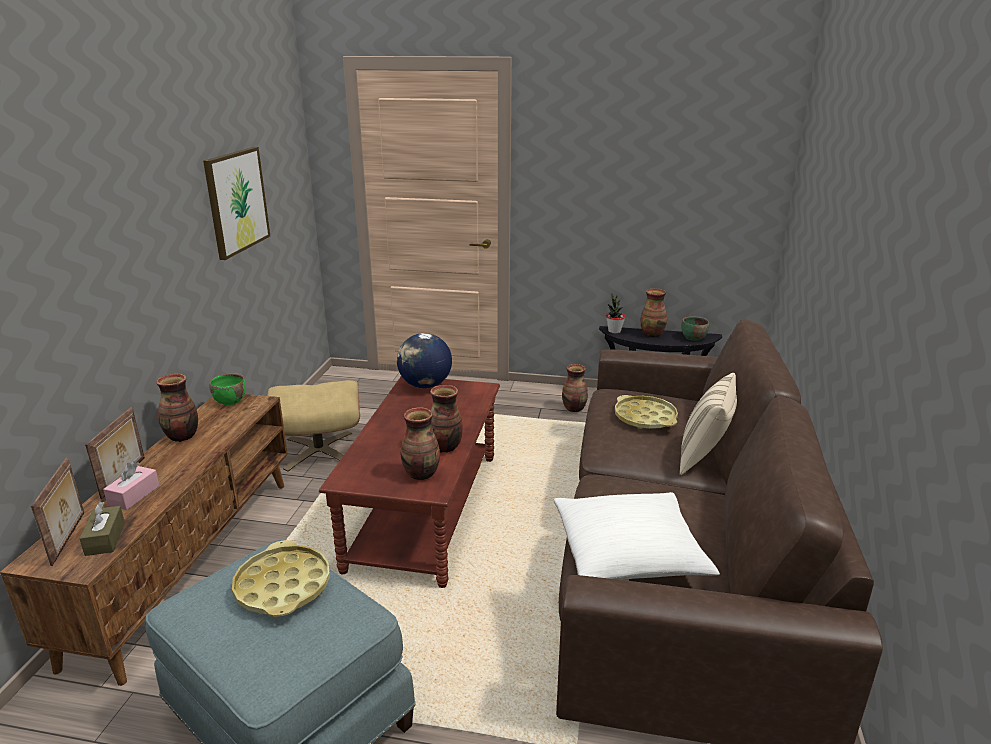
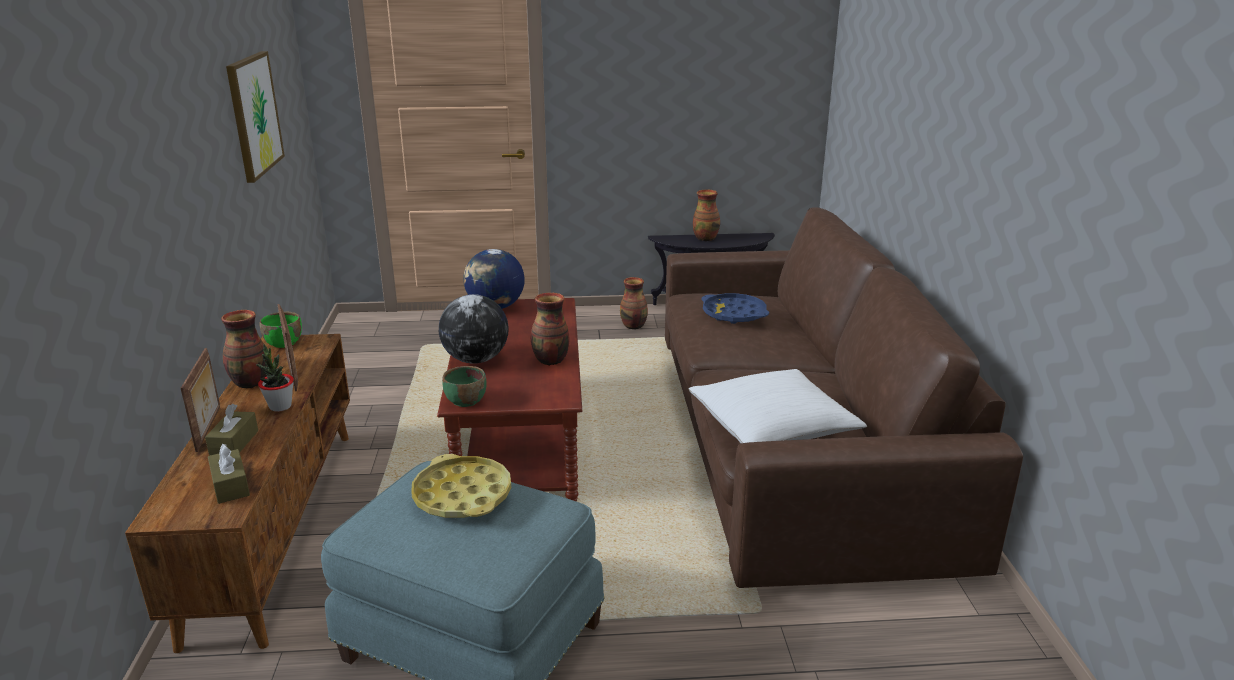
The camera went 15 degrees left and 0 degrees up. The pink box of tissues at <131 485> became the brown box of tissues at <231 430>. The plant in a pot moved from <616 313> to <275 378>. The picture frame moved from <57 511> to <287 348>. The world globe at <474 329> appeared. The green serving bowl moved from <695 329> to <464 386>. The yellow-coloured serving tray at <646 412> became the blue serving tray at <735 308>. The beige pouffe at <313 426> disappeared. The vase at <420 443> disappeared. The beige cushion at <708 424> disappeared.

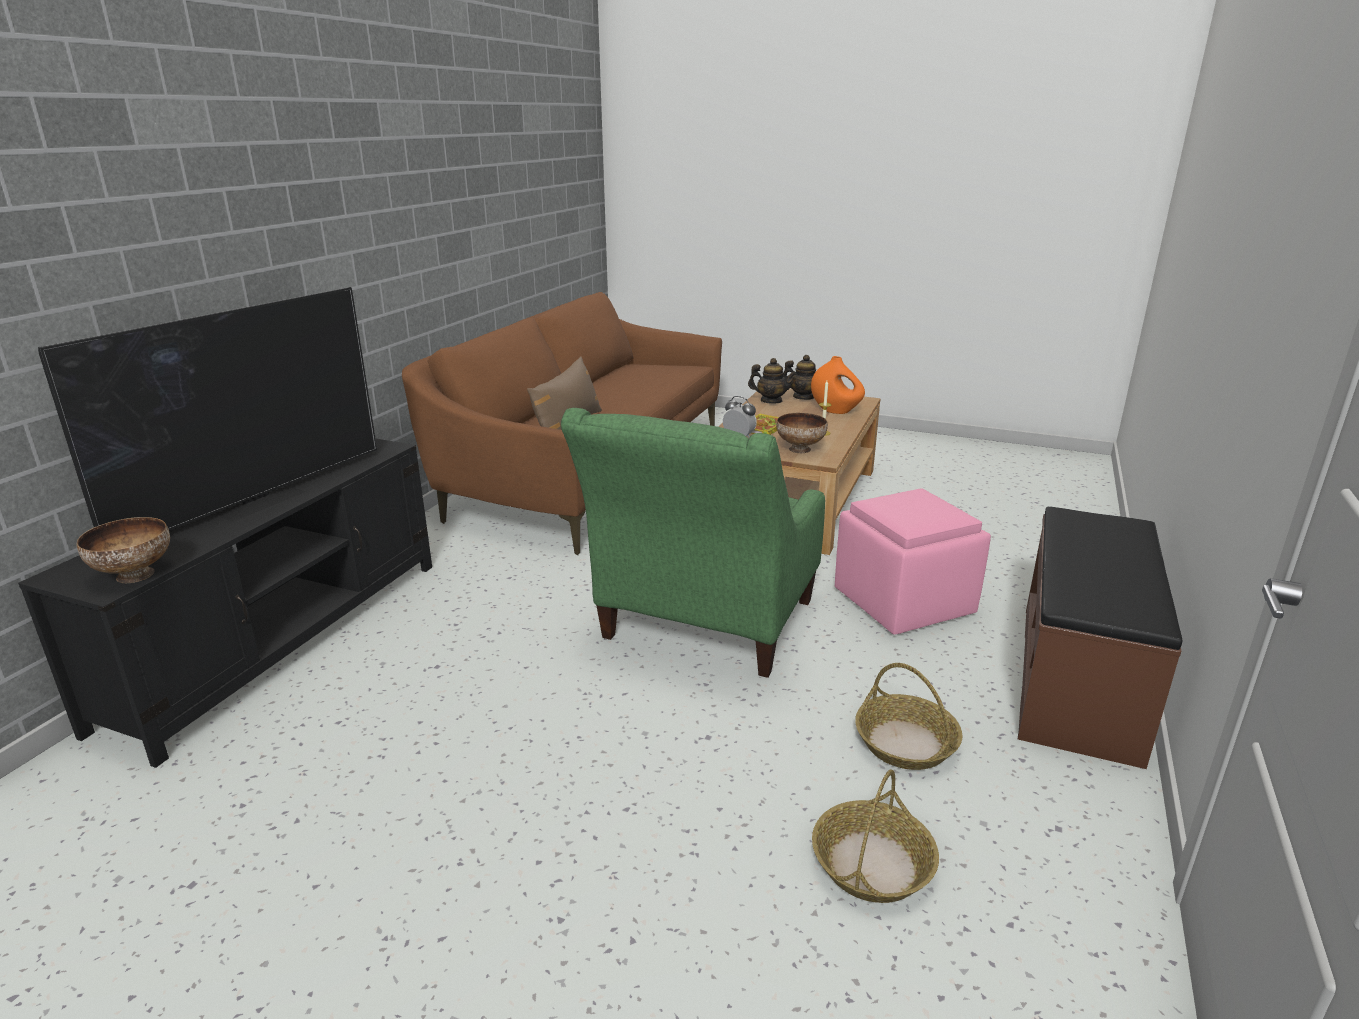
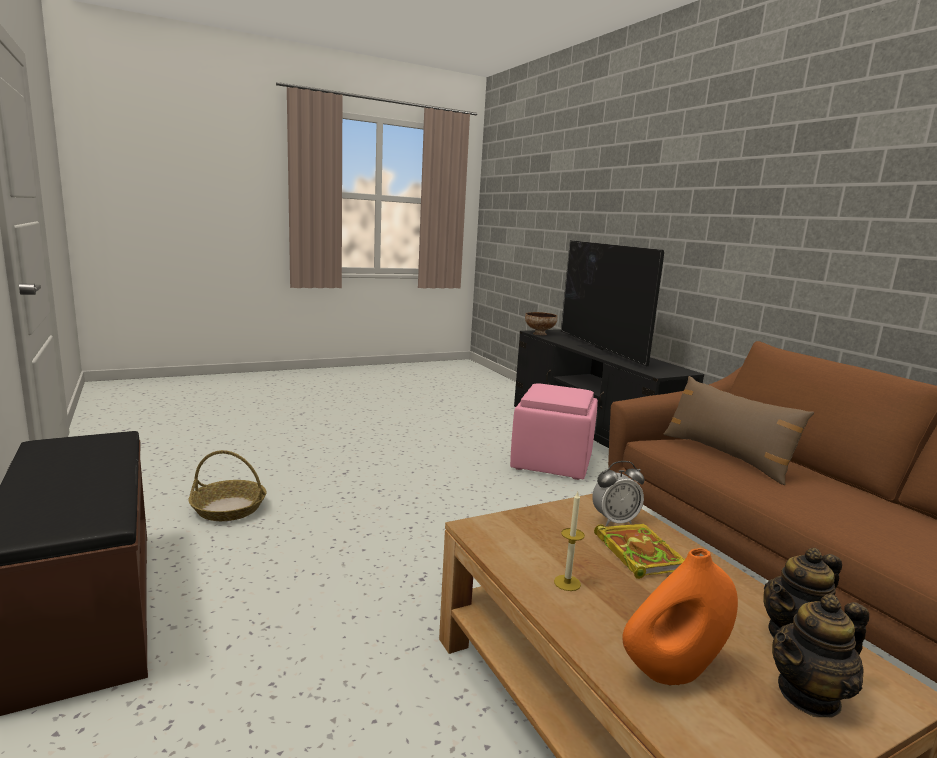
The camera went 130 degrees right and 10 degrees down. The pink pouffe moved from <913 561> to <554 431>. The green easy chair at <693 543> disappeared. The serving bowl at <802 433> disappeared. The storage basket at <875 836> disappeared.

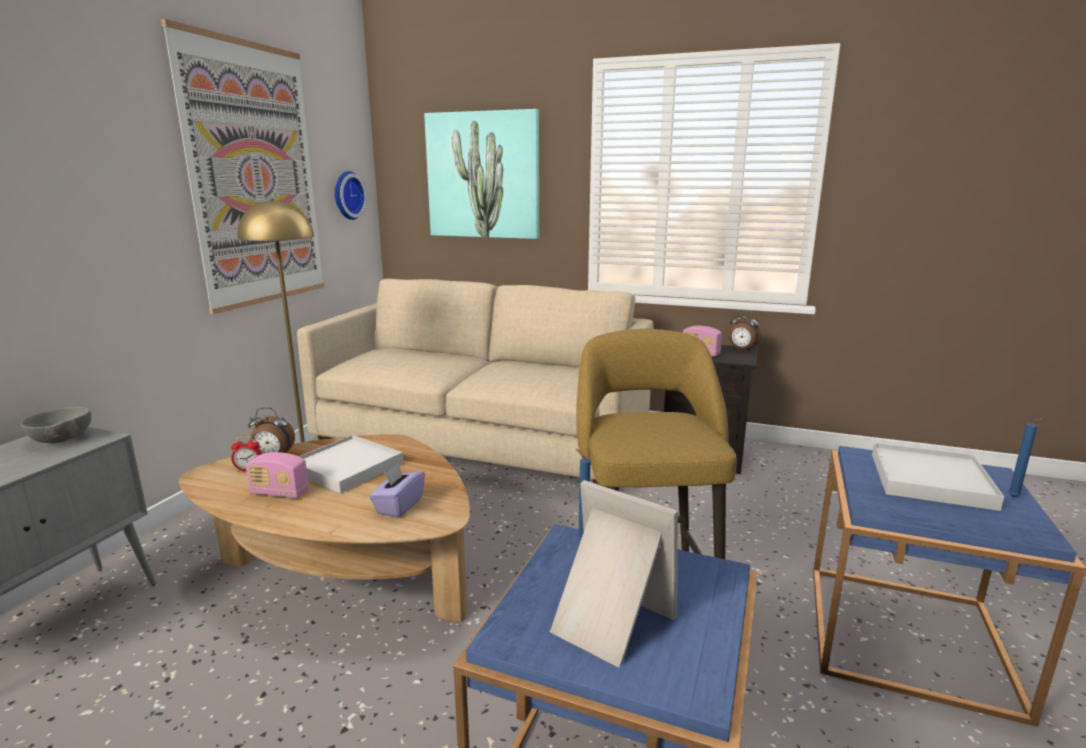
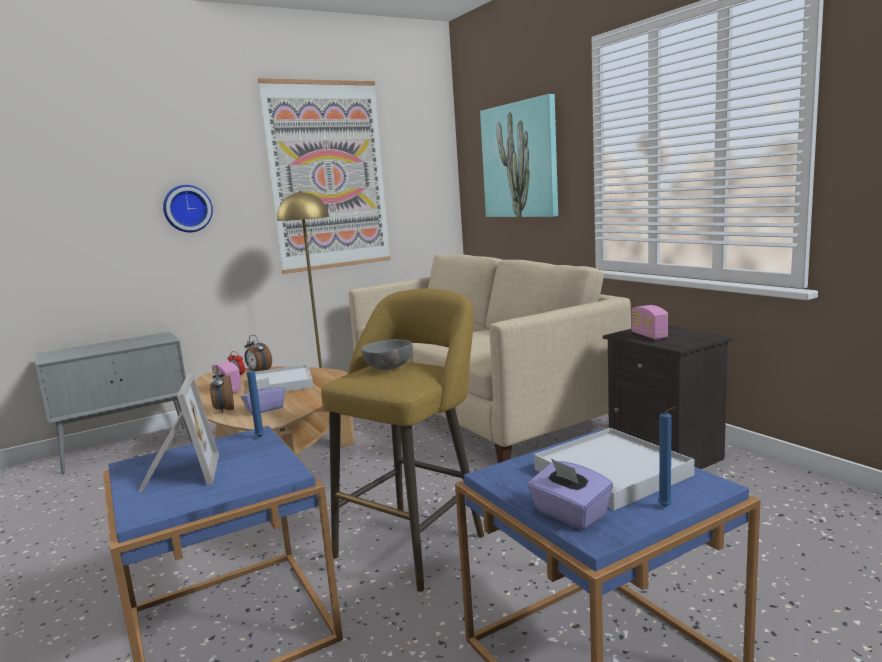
The camera went 40 degrees right and 5 degrees down. The clock on the wall moved from <351 195> to <188 208>. The table clock moved from <745 330> to <222 389>. The gray serving bowl moved from <56 425> to <387 354>. The purplish box of tissues at <570 494> appeared.

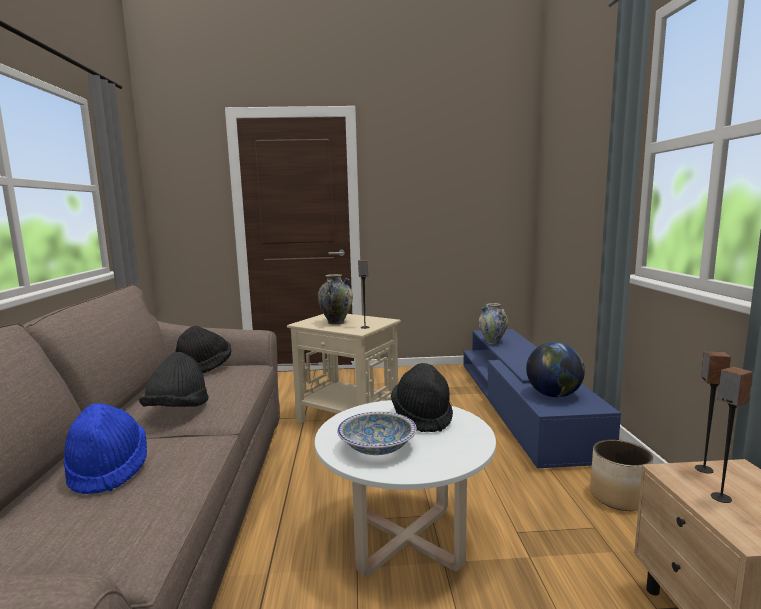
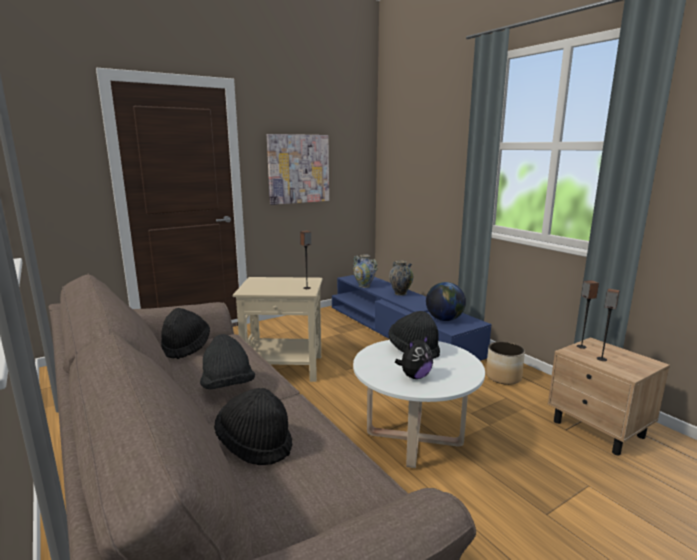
The camera went 30 degrees left and 5 degrees up. The blue hat at <105 448> became the black hat at <253 426>. The wall art at <298 169> appeared. The vase moved from <335 299> to <401 278>. The serving bowl at <377 433> was replaced by the plush toy at <414 357>.

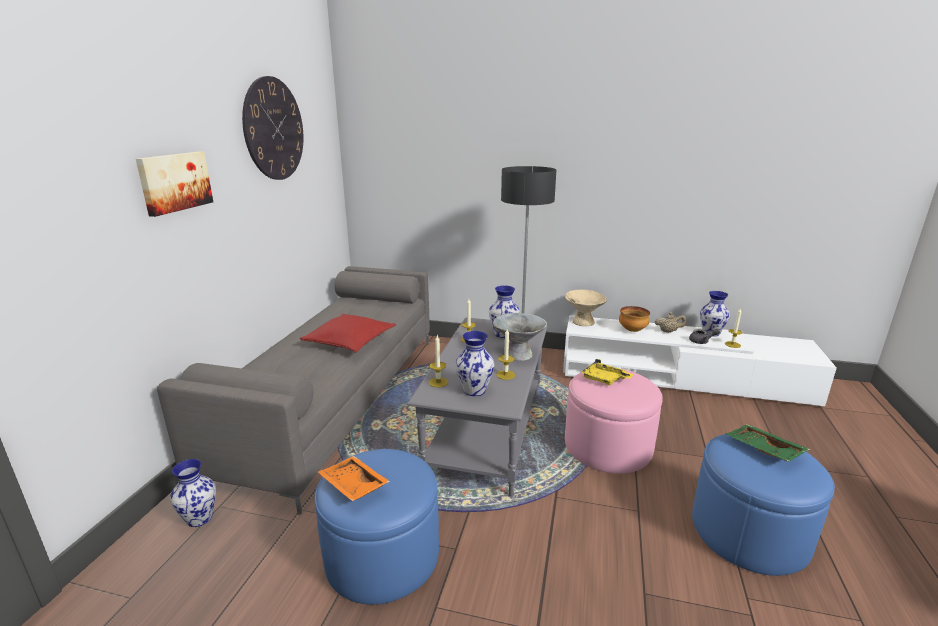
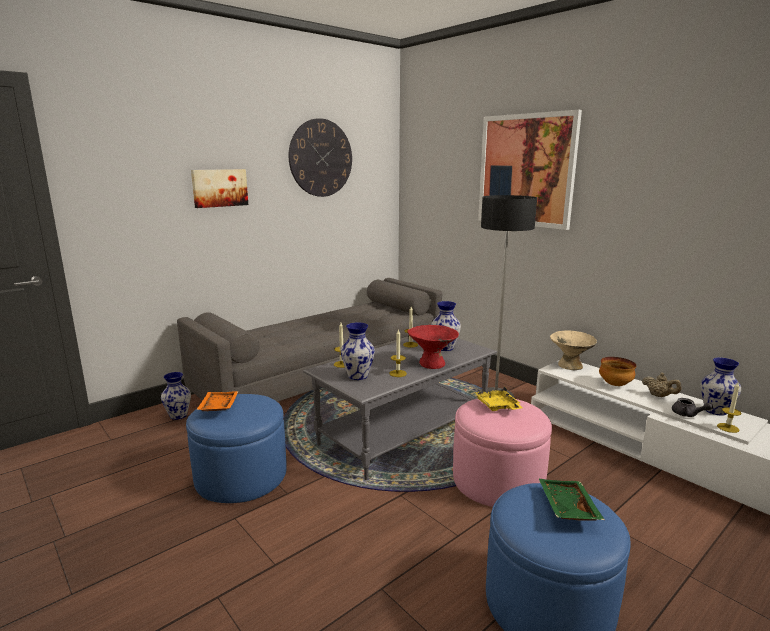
The camera went 35 degrees right and 5 degrees down. The gray serving bowl at <520 337> became the reddish serving bowl at <433 347>. The wall art at <530 170> appeared. The reddish cushion at <348 333> disappeared.

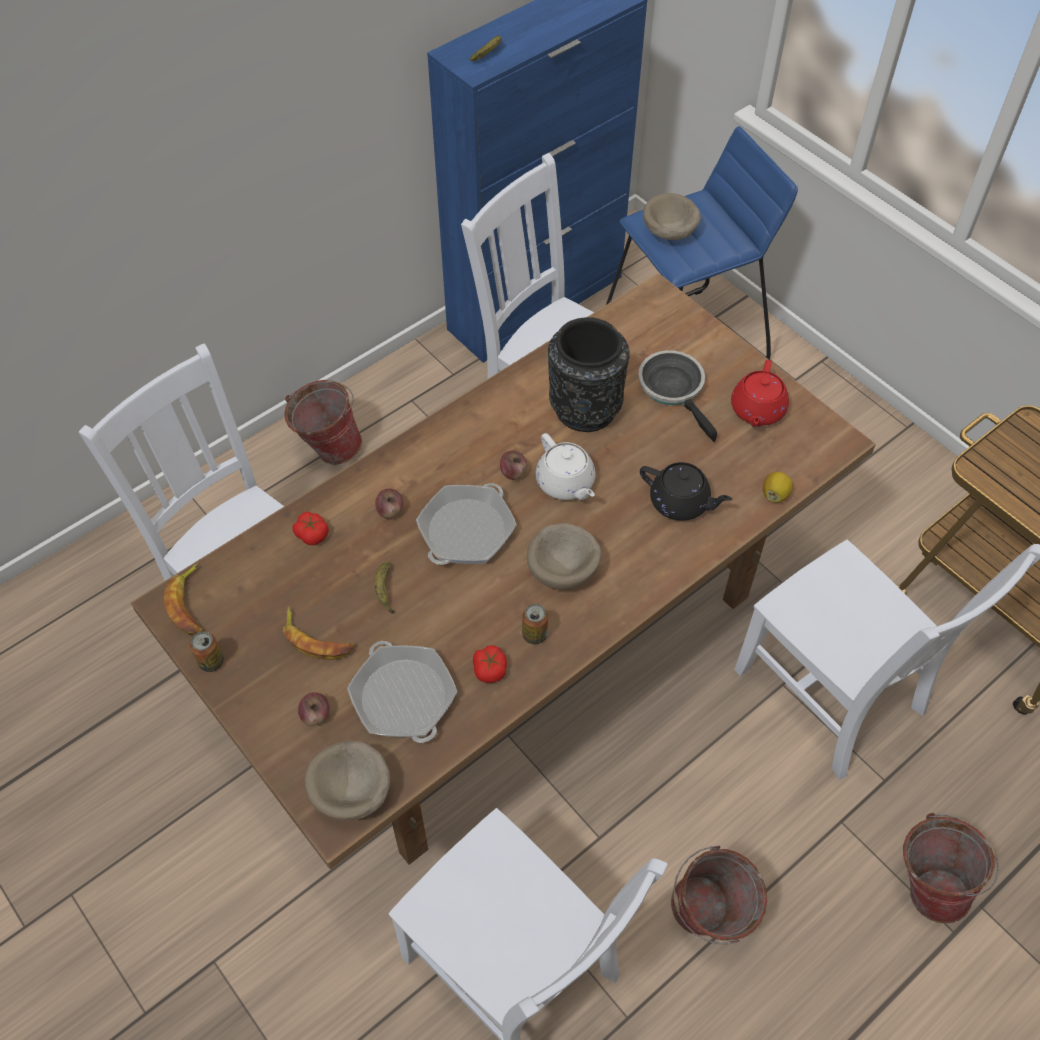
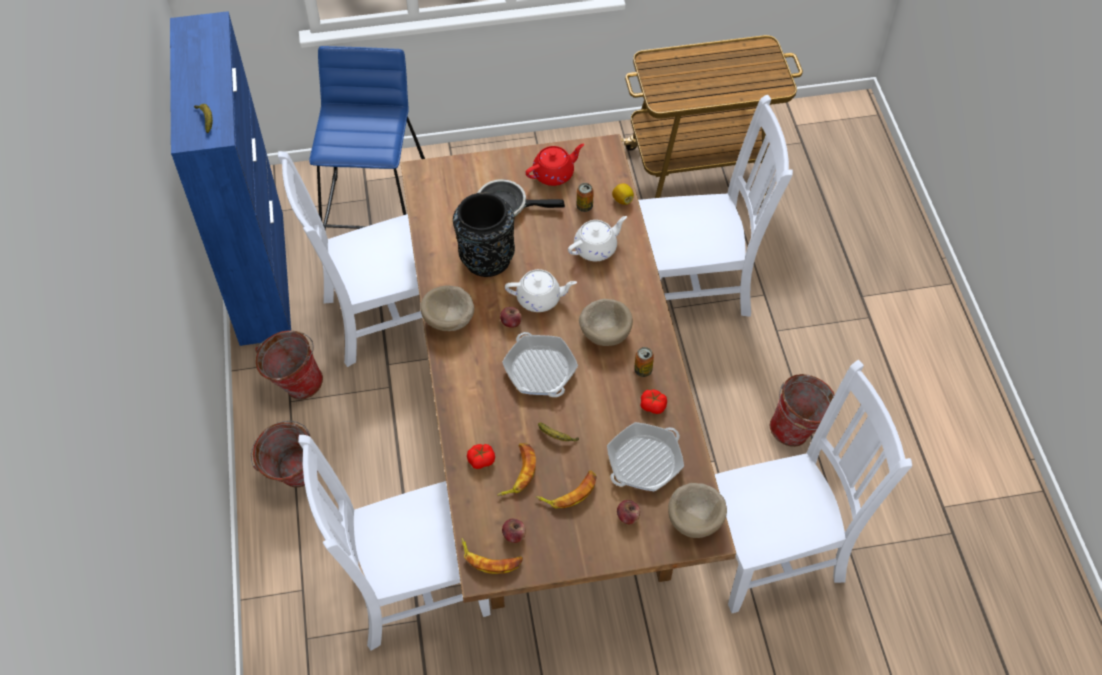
The camera went 60 degrees left and 0 degrees up. The bucket moved from <951 868> to <289 365>. The beige serving bowl moved from <672 216> to <447 308>. The banana at <516 469> appeared. The whole apple moved from <389 504> to <514 531>. The reddish tea pot at <760 393> turned 75 degrees counterclockwise. The black tea pot at <686 491> became the white tea pot at <597 238>. The metal can moved from <207 651> to <585 197>. The frying pan at <402 692> turned 45 degrees counterclockwise.

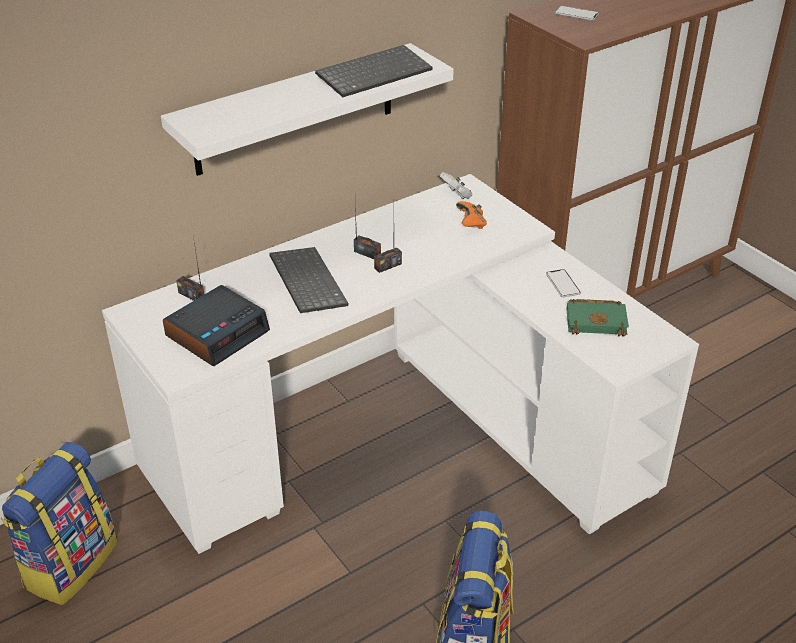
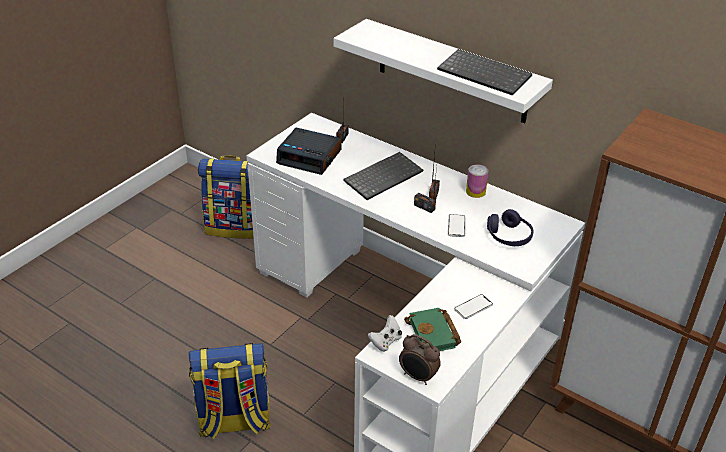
The camera went 70 degrees right and 0 degrees up. The white game controller moved from <456 185> to <385 333>. The table clock at <420 359> appeared. The telephone moved from <576 13> to <457 225>. The metal can at <477 181> appeared. The orange-coloured game controller at <471 215> was replaced by the purplish headphones at <510 227>.

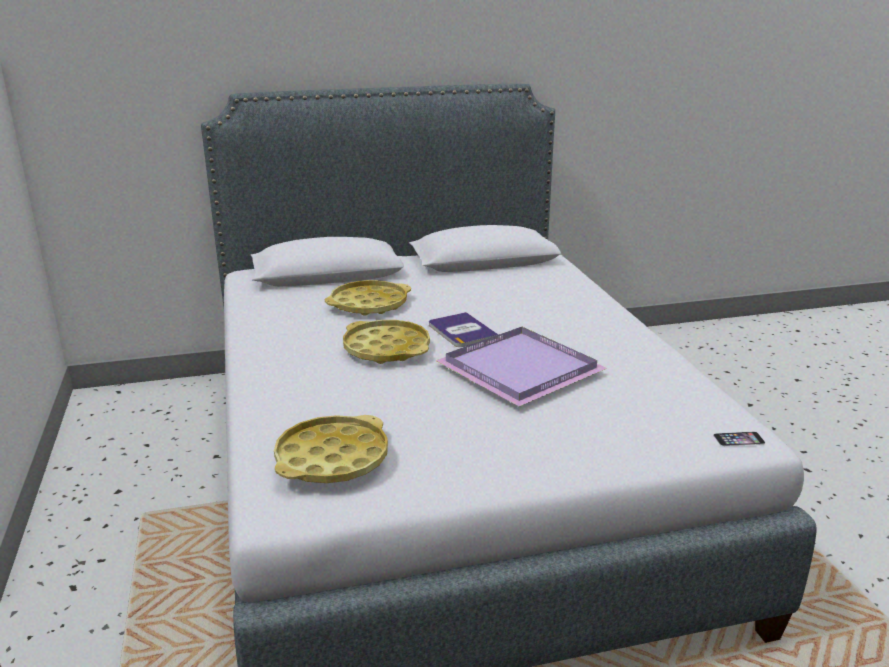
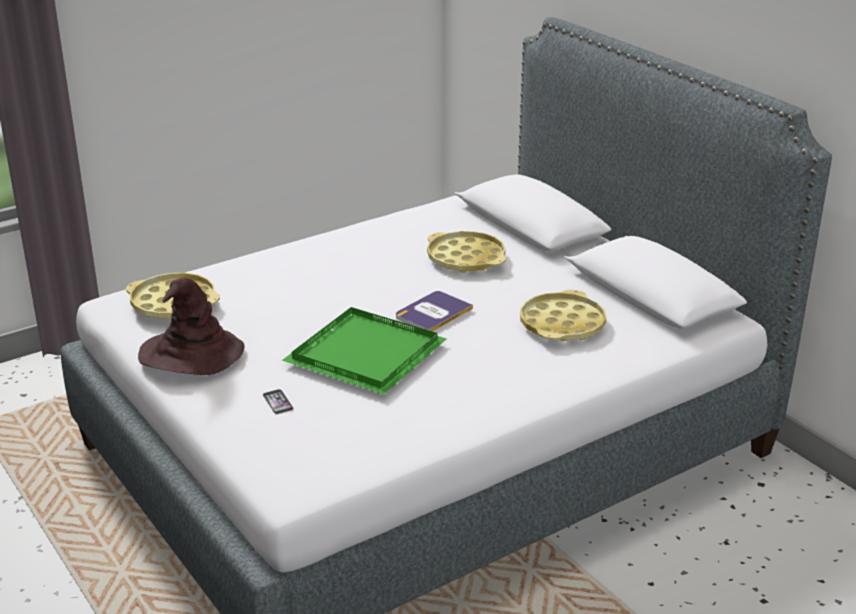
The camera went 70 degrees right and 5 degrees up. The brown hat at <191 326> appeared. The telephone moved from <739 439> to <278 402>. The purplish serving tray at <521 367> became the green serving tray at <364 351>. The yellow-coloured serving tray moved from <386 342> to <563 315>.

